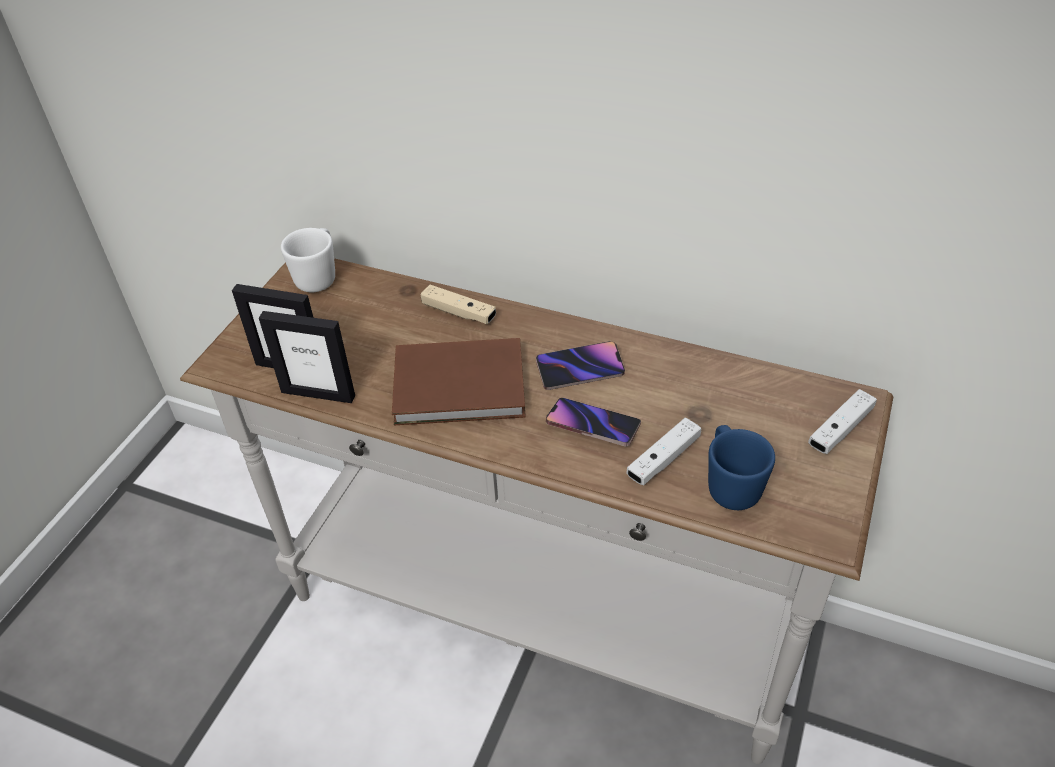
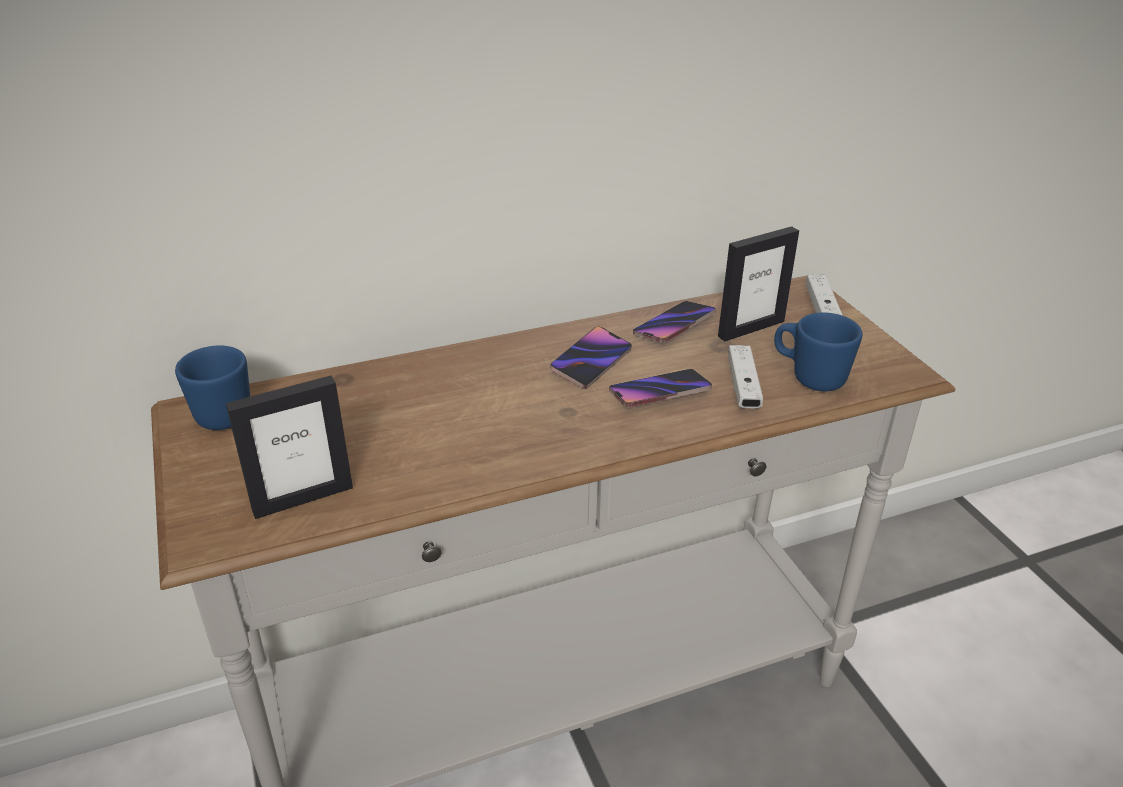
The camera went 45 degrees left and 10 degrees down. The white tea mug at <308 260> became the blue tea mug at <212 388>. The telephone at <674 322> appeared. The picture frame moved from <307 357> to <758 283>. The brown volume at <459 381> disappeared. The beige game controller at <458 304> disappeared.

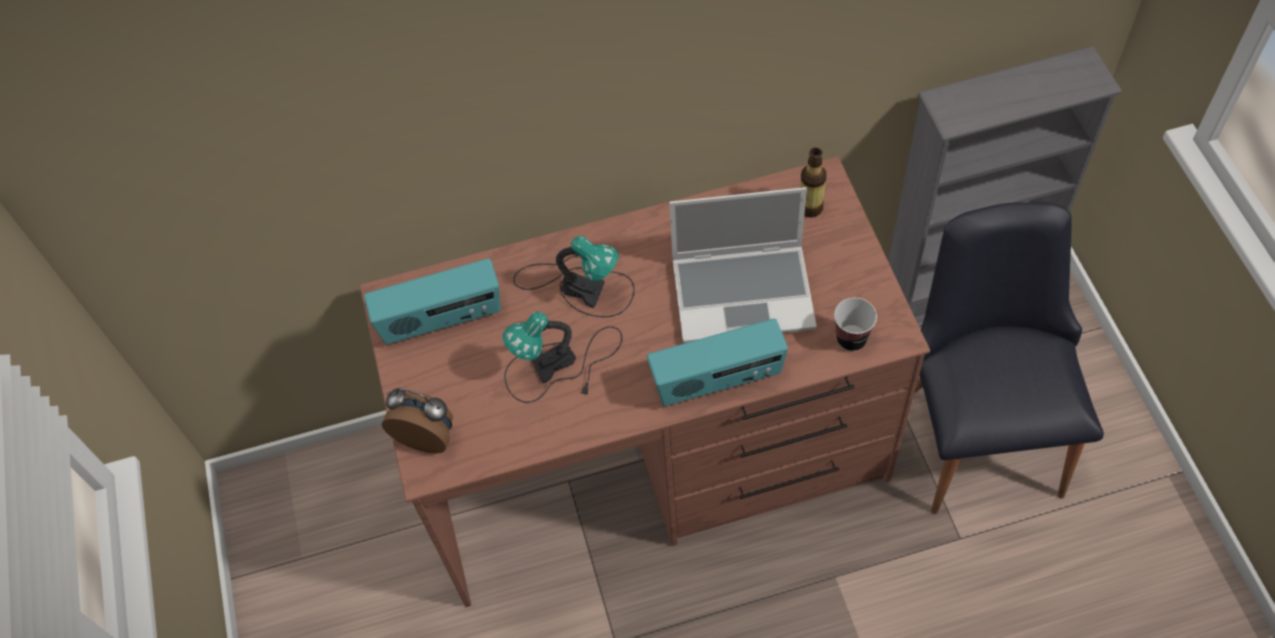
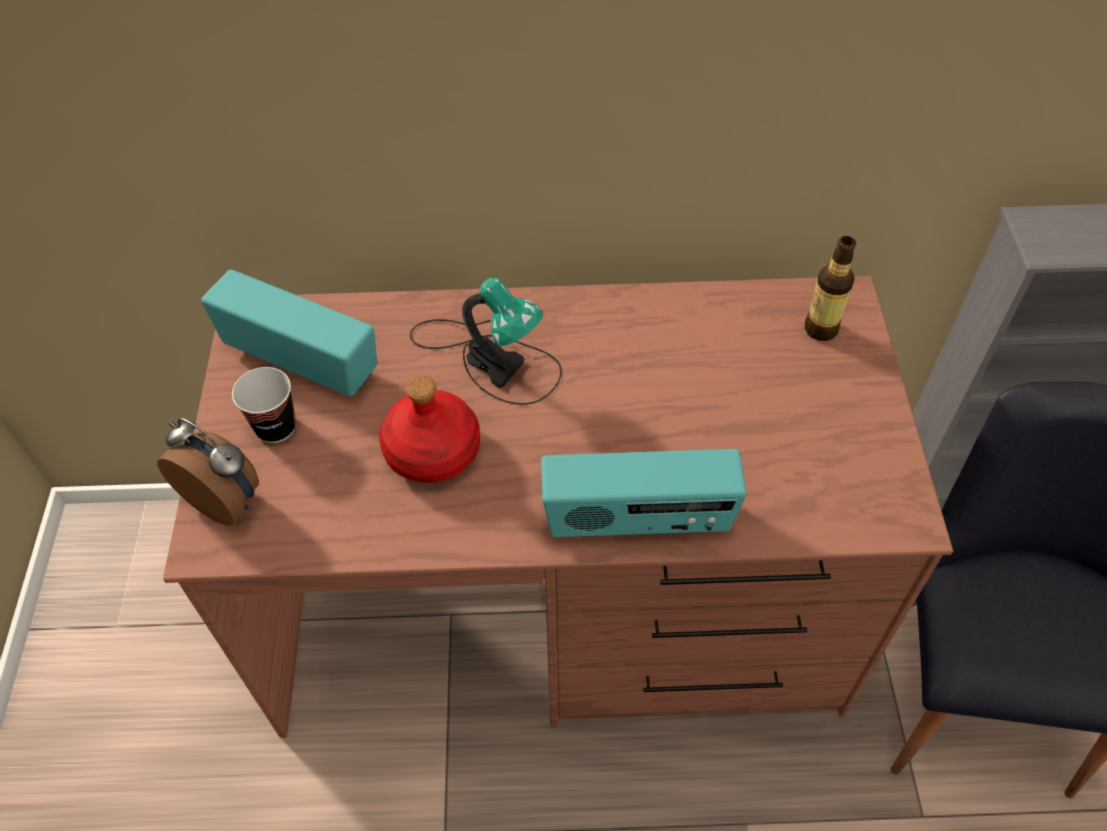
The camera went 10 degrees right and 5 degrees down. The radio set at <432 301> turned 150 degrees counterclockwise. The drinking cup moved from <855 324> to <264 405>. The lamp for a table at <562 357> was replaced by the reddish beverage bottle at <429 429>. The laptop at <743 265> disappeared.

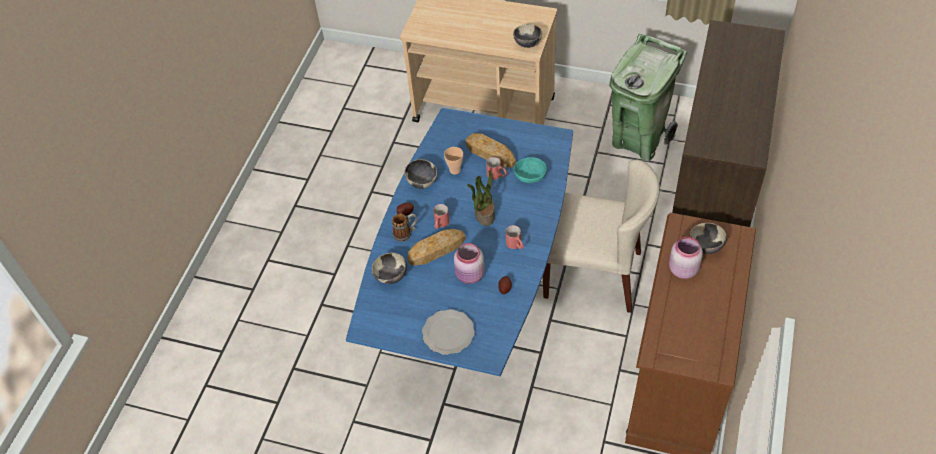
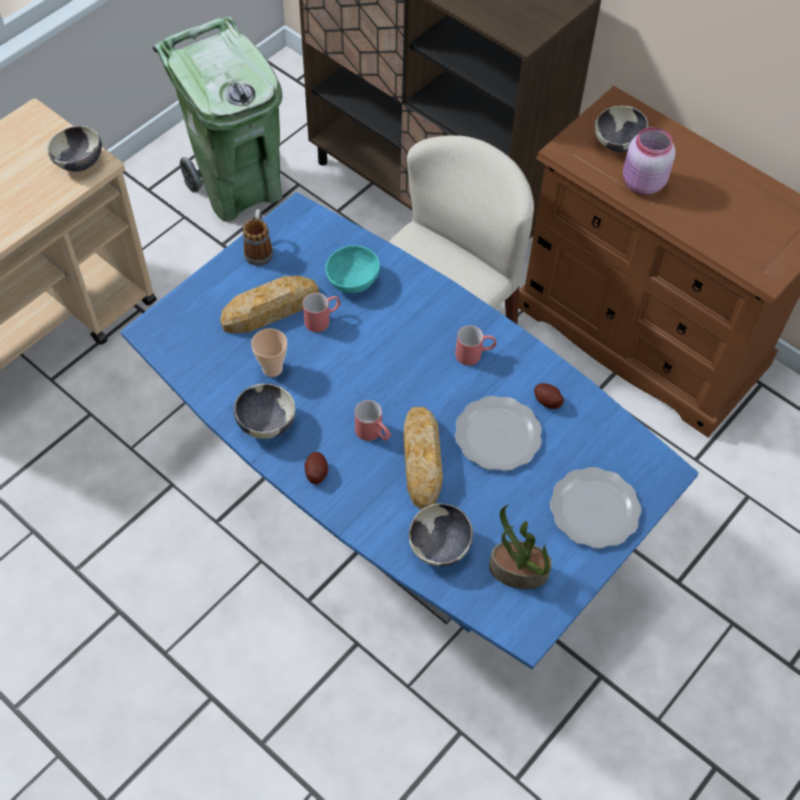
The camera went 70 degrees left and 5 degrees up. The tea mug moved from <405 227> to <258 237>. The pink preserve jar at <469 263> was replaced by the plate at <498 433>. The plant in a pot moved from <481 198> to <520 547>.

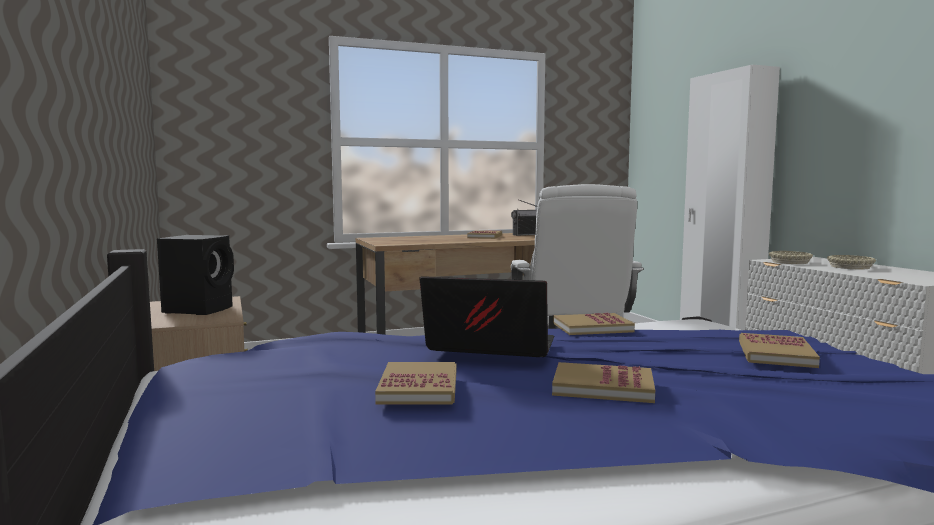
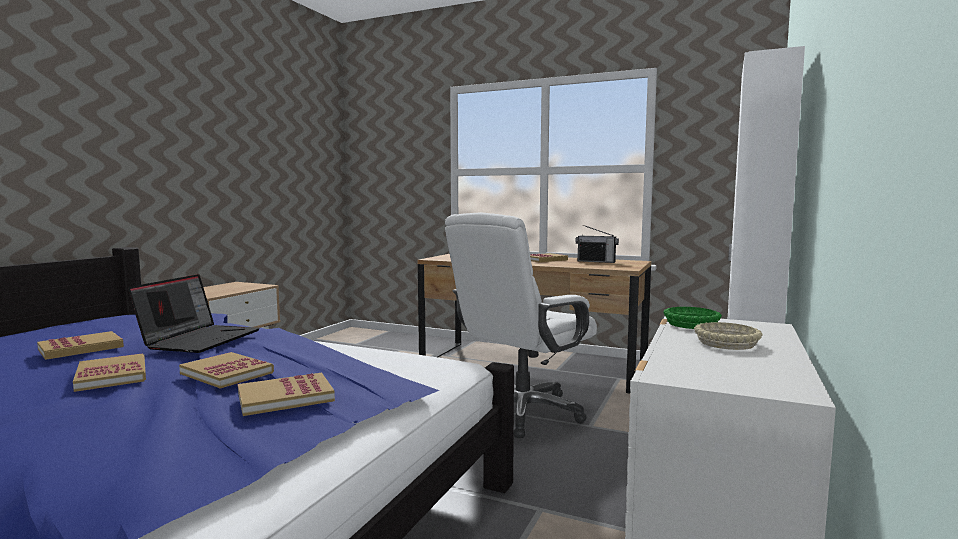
The camera went 45 degrees right and 0 degrees up. The laptop at <486 316> turned 45 degrees clockwise. The volume moved from <594 323> to <226 370>. The beige serving bowl at <791 257> became the green serving bowl at <692 318>. The black speaker at <195 275> disappeared.

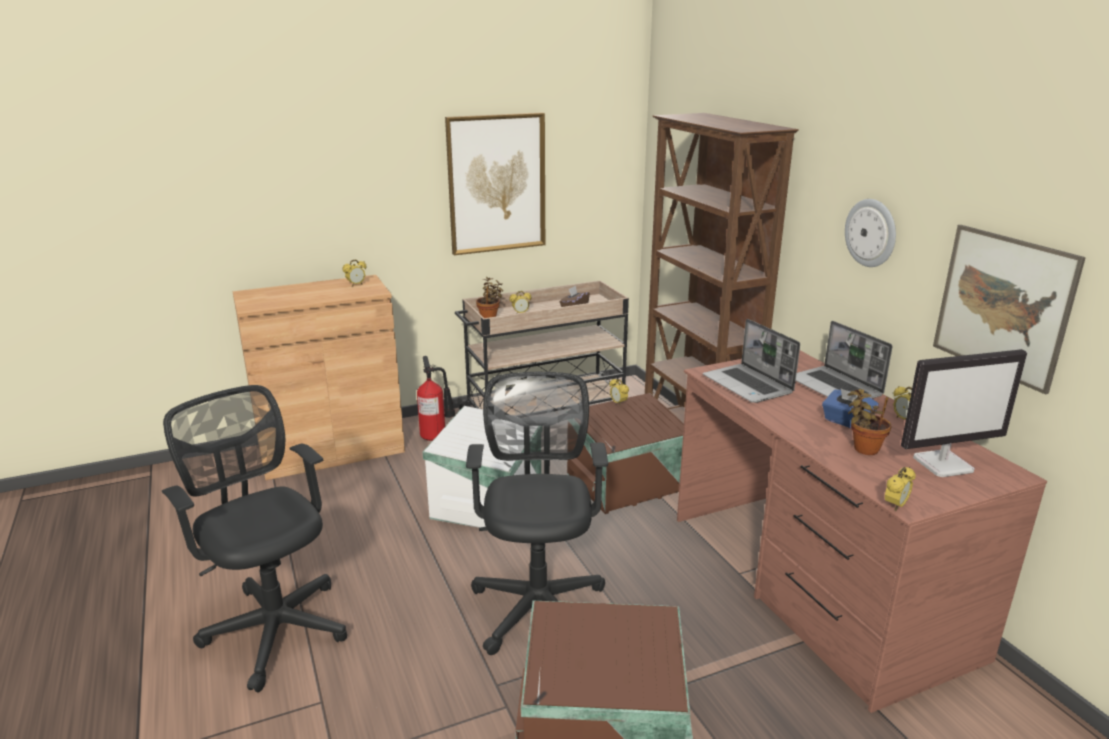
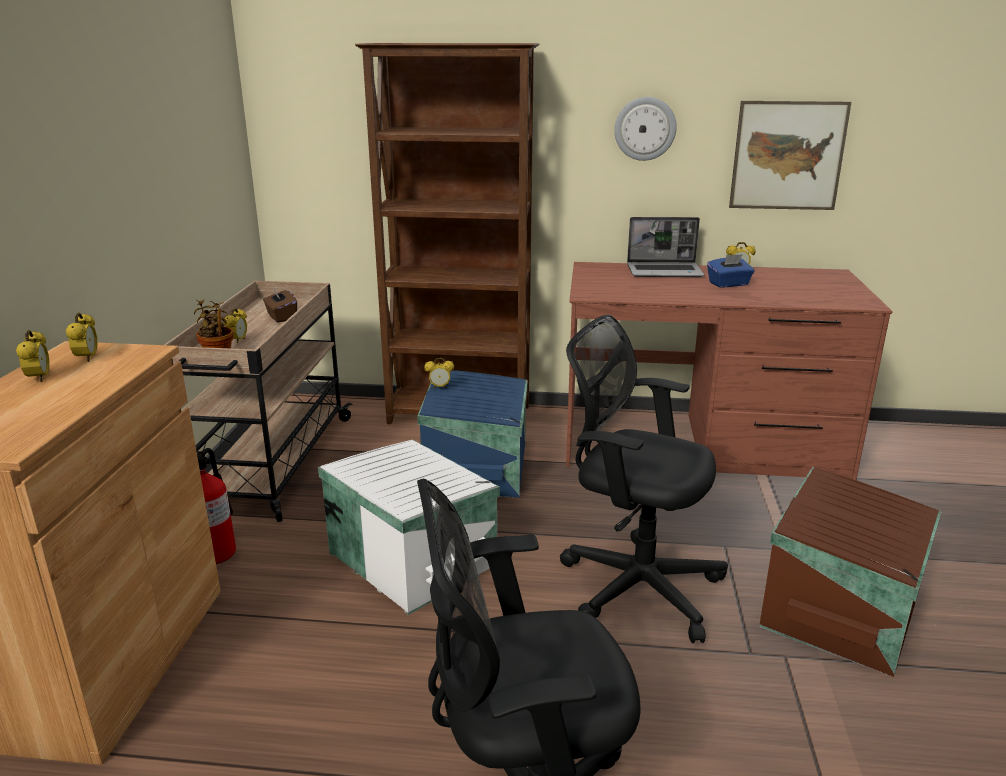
The camera went 60 degrees left and 0 degrees up. The table clock moved from <900 489> to <33 356>. The brown storage bin at <625 453> became the blue storage bin at <472 433>. The wall art at <495 184> disappeared. The laptop at <751 361> disappeared. The plant in a pot at <869 422> disappeared. The computer screen at <964 413> disappeared.

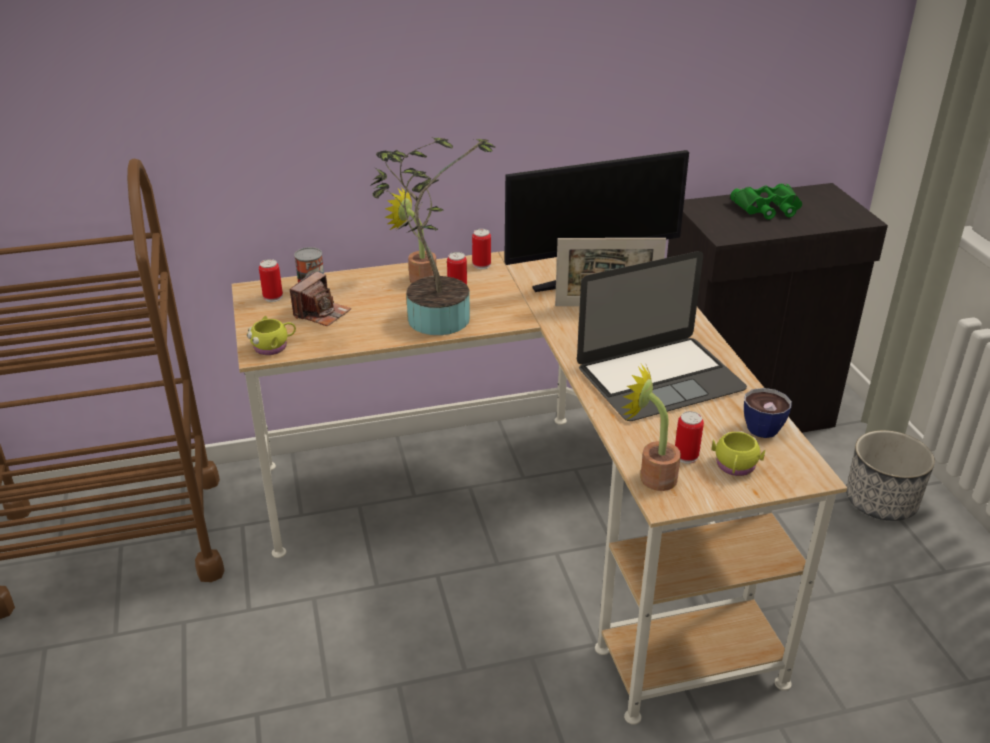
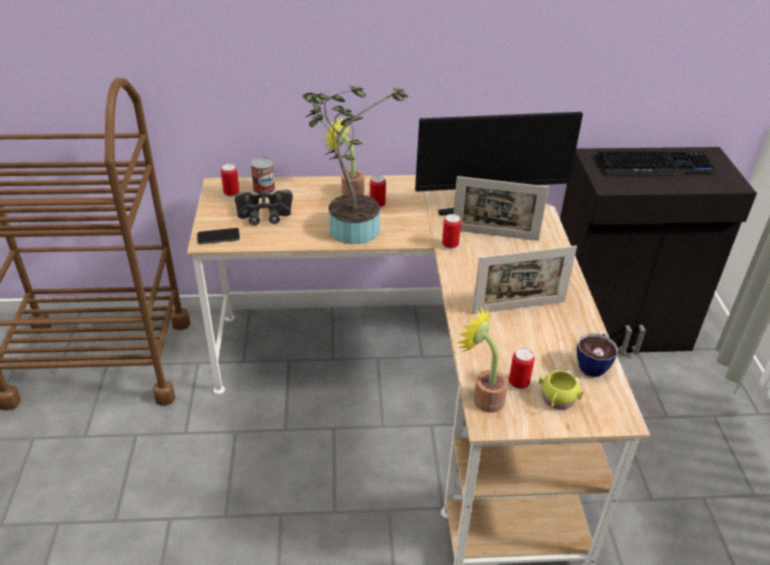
The camera went 10 degrees right and 5 degrees up. The yellow-coloured tea mug at <271 335> was replaced by the telephone at <218 236>. The still camera at <320 298> was replaced by the black pair of binoculars at <264 207>. The metal can moved from <481 249> to <451 232>. The laptop at <662 336> was replaced by the picture frame at <524 280>. The green pair of binoculars at <766 201> was replaced by the computer keyboard at <656 162>. The planter at <890 475> disappeared.

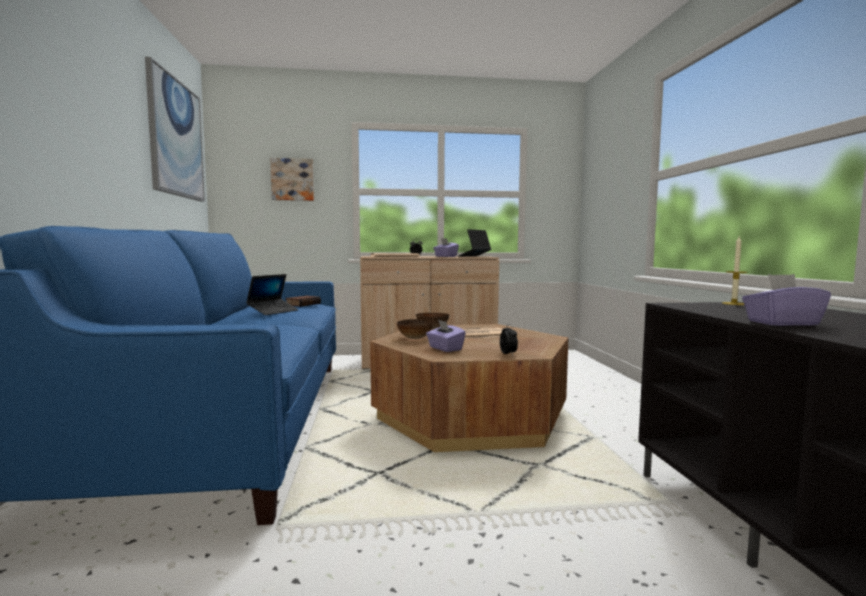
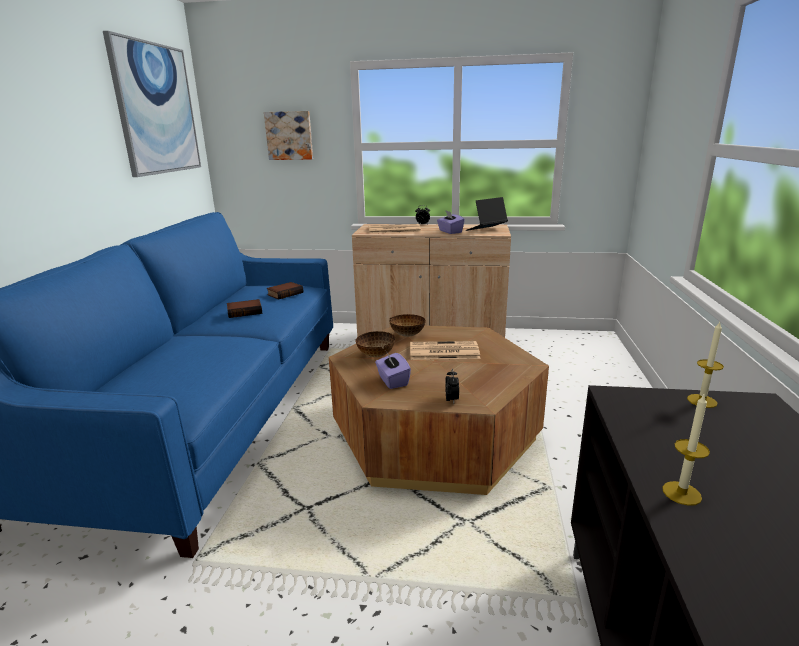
The camera went 15 degrees right and 15 degrees up. The laptop at <272 294> was replaced by the volume at <244 308>. The purplish box of tissues at <786 300> was replaced by the wax light at <686 450>.

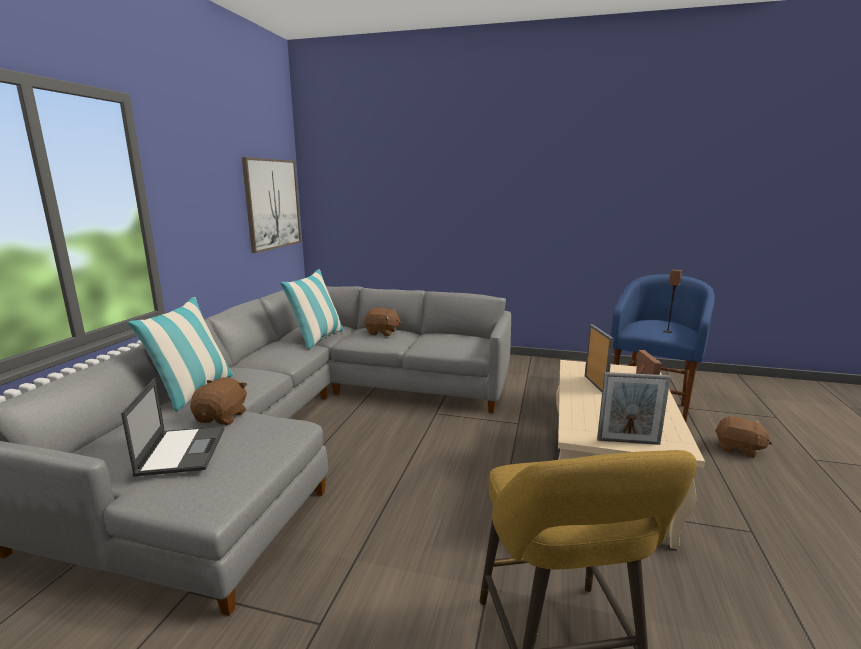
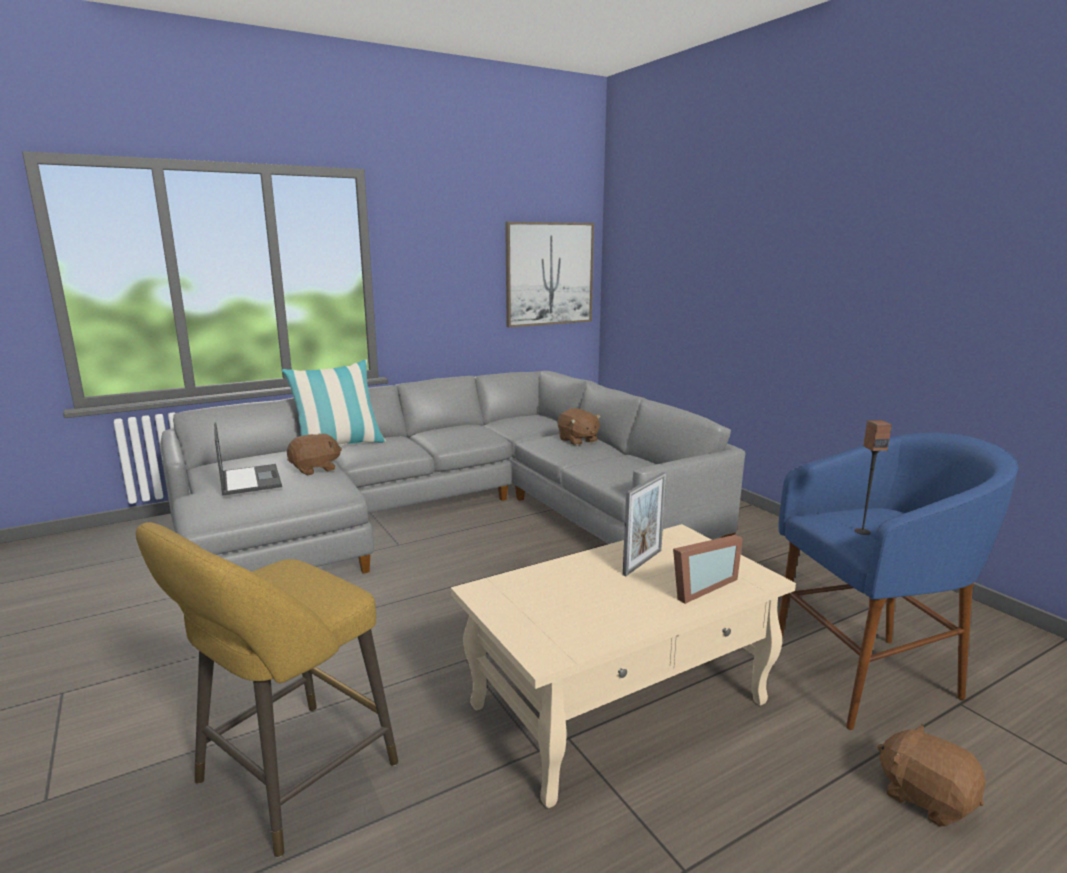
The camera went 45 degrees right and 0 degrees up. The laptop at <172 427> turned 60 degrees counterclockwise. The brown plush toy at <743 437> turned 150 degrees clockwise. The cushion at <312 309> disappeared. The picture frame at <634 408> disappeared.

